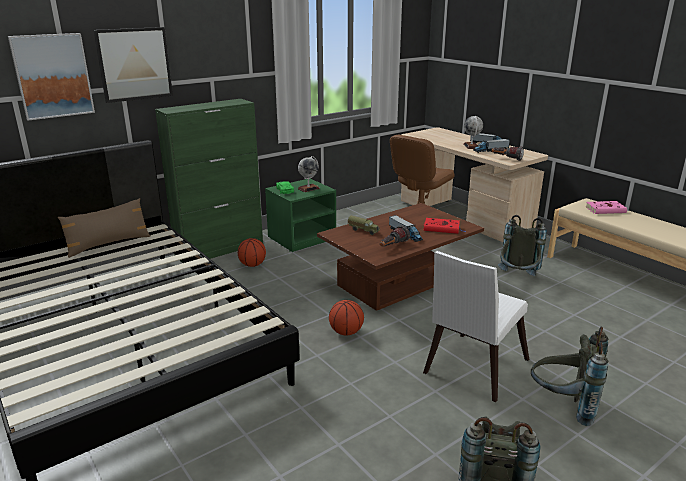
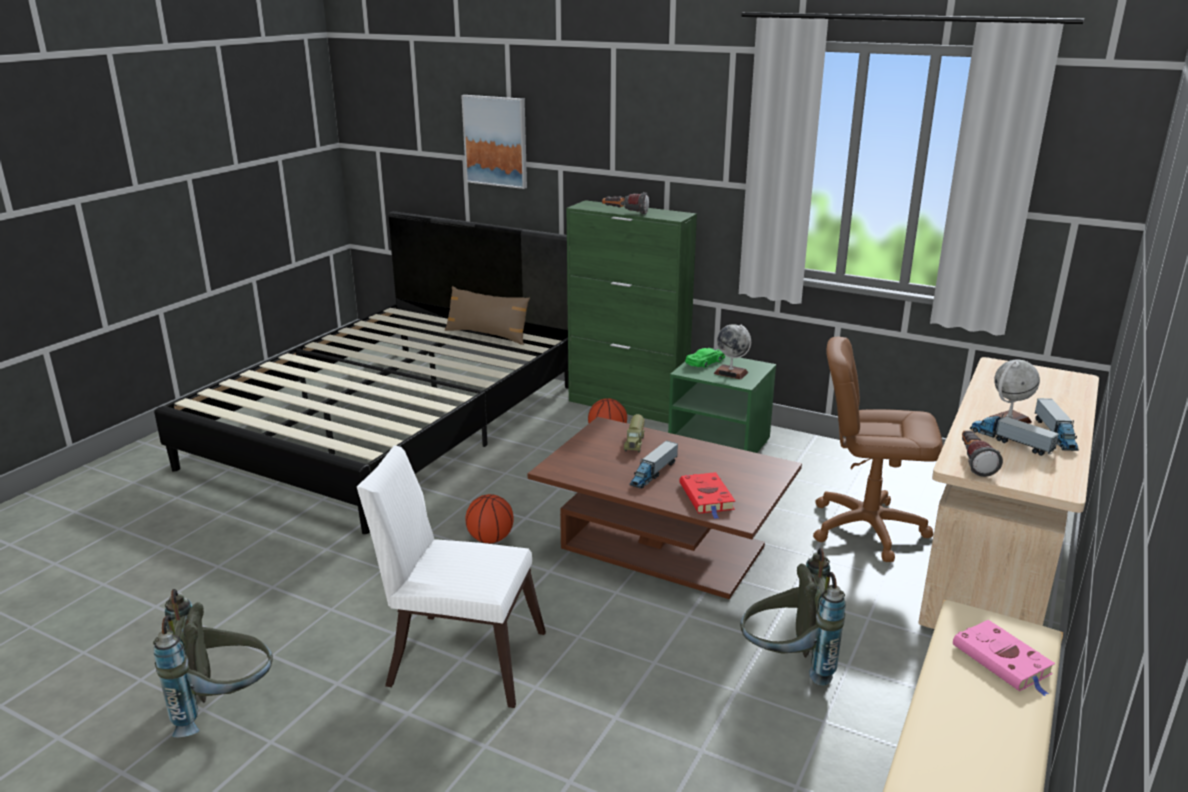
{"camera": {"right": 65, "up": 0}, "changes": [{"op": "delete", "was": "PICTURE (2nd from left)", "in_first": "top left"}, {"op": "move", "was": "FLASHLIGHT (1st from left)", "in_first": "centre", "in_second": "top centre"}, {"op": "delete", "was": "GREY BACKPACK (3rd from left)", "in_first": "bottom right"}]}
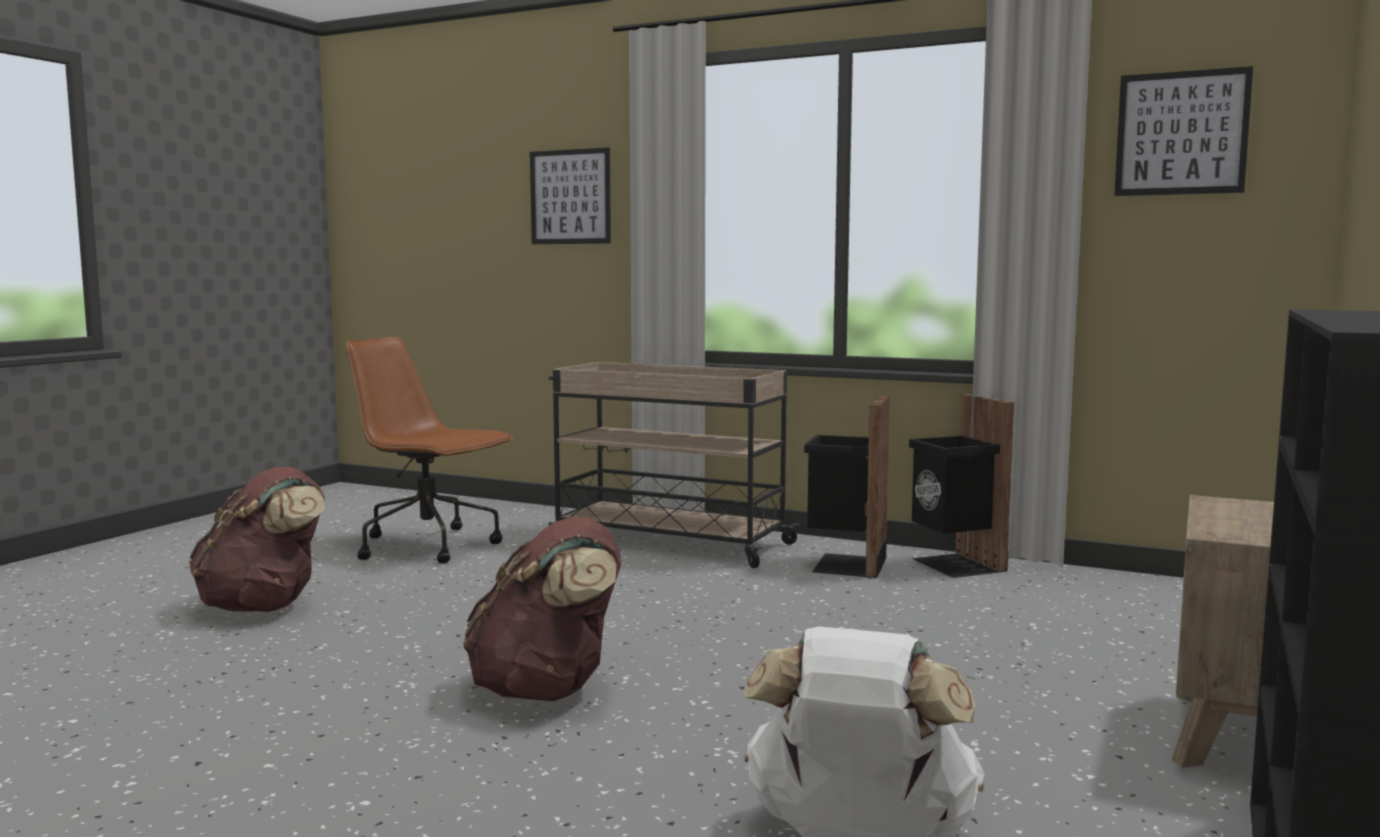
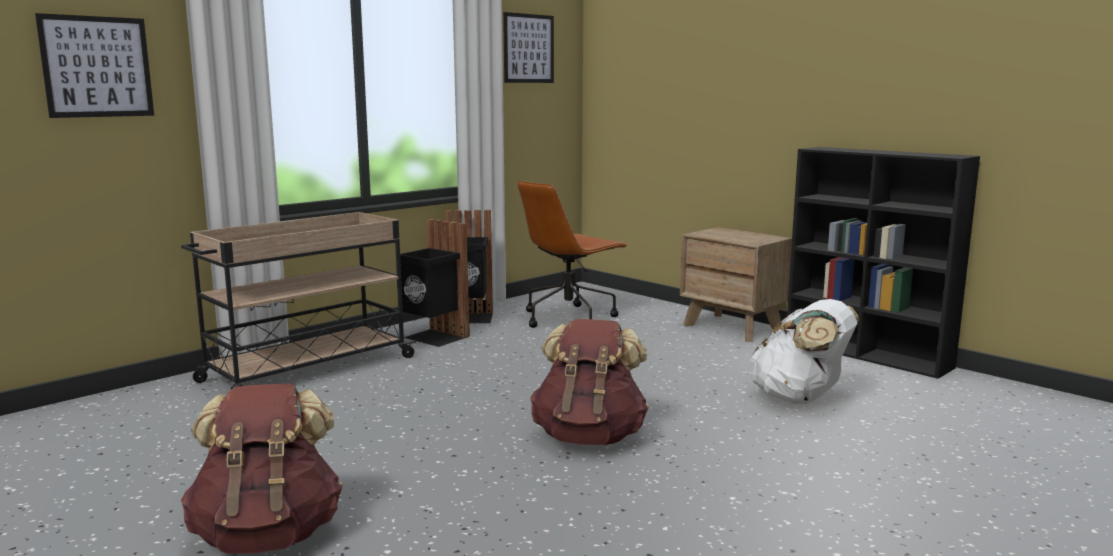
{"camera": {"right": -70, "up": 5}, "changes": [{"op": "move", "was": "BROWN OFFICE CHAIR", "in_first": "middle left", "in_second": "centre"}]}
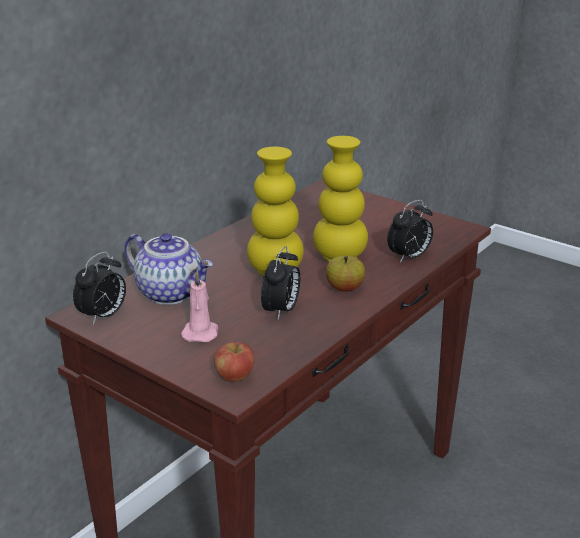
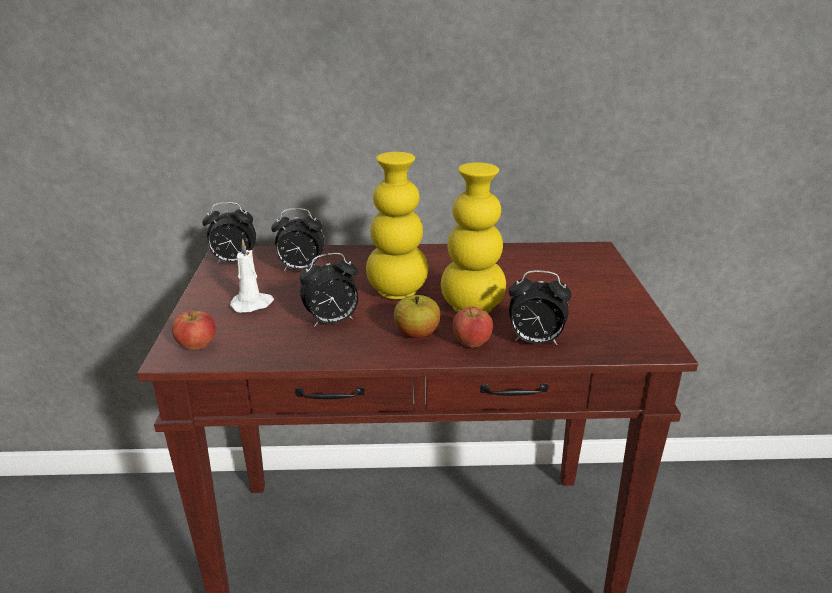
{"camera": {"right": 50, "up": 0}, "changes": [{"op": "replace", "was": "TEAPOT", "now": "ALARM CLOCK (2nd from left)", "in_first": "middle left", "in_second": "centre"}, {"op": "recolor", "was": "PINK CANDLE", "now": "WHITE CANDLE", "in_first": "centre", "in_second": "middle left"}, {"op": "insert", "now": "APPLE (3rd from left)", "in_second": "centre"}]}
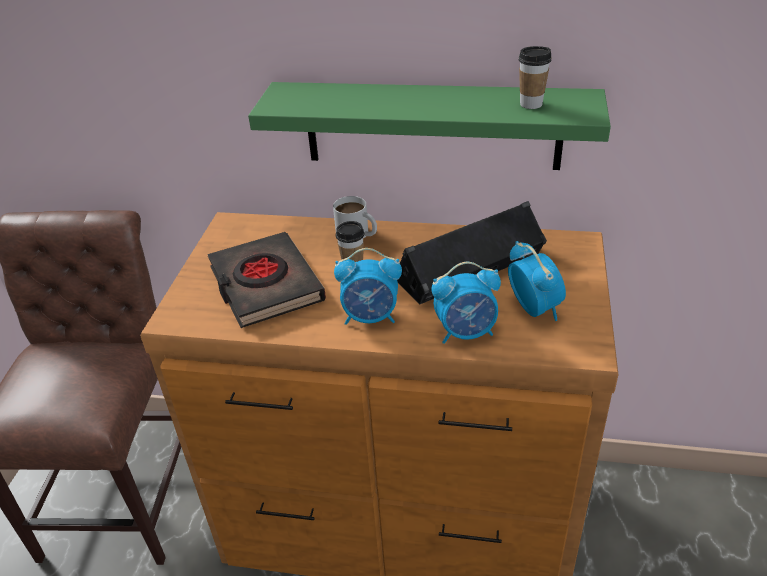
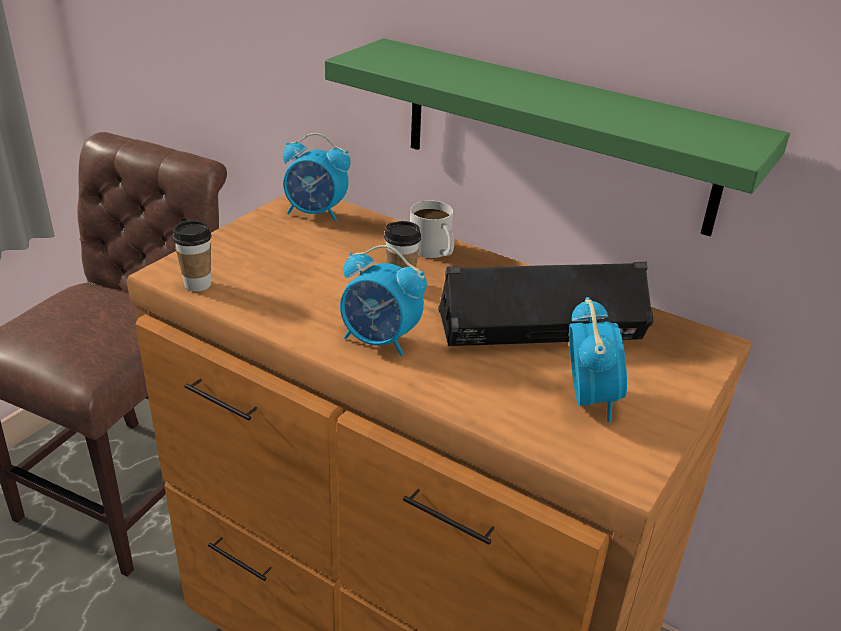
{"camera": {"right": 20, "up": -5}, "changes": [{"op": "move", "was": "CUP (2nd from left in the first image)", "now": "CUP (1st from left)", "in_first": "top right", "in_second": "middle left"}, {"op": "delete", "was": "BLACK BOOK", "in_first": "centre"}, {"op": "move", "was": "ALARM CLOCK (2nd from left in the first image)", "now": "ALARM CLOCK (1st from left)", "in_first": "centre", "in_second": "top centre"}]}
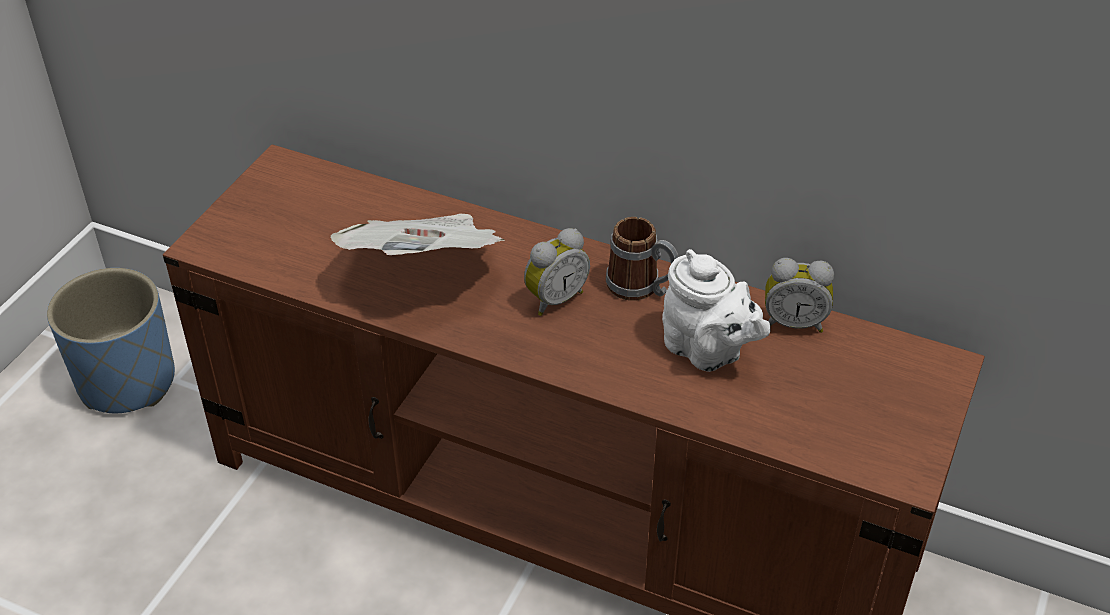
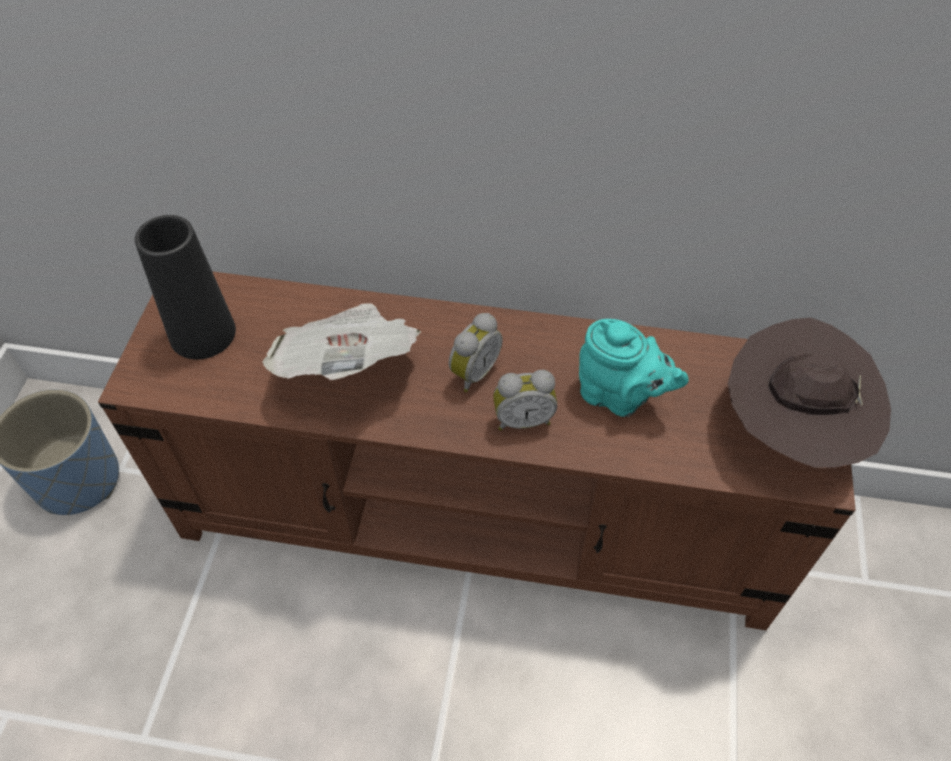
{"camera": {"right": -15, "up": 10}, "changes": [{"op": "delete", "was": "MUG", "in_first": "centre"}, {"op": "recolor", "was": "WHITE TEAPOT", "now": "TURQUOISE TEAPOT", "in_first": "centre", "in_second": "middle right"}, {"op": "move", "was": "ALARM CLOCK (2nd from left)", "in_first": "middle right", "in_second": "centre"}, {"op": "insert", "now": "BLACK VASE", "in_second": "middle left"}, {"op": "insert", "now": "BROWN HAT", "in_second": "middle right"}]}
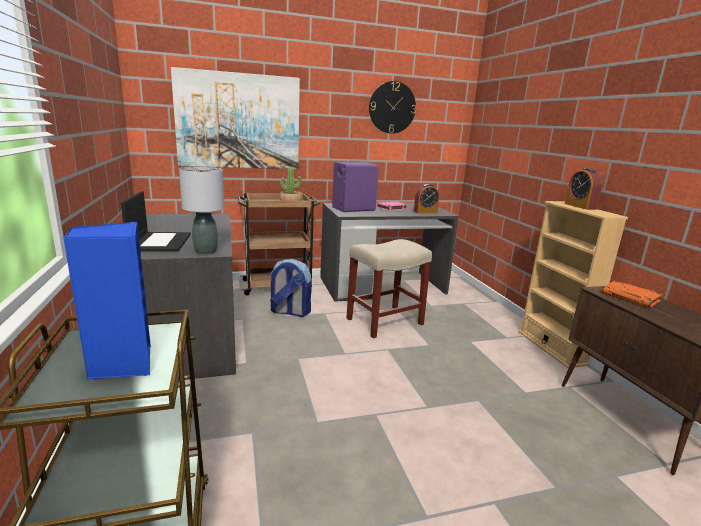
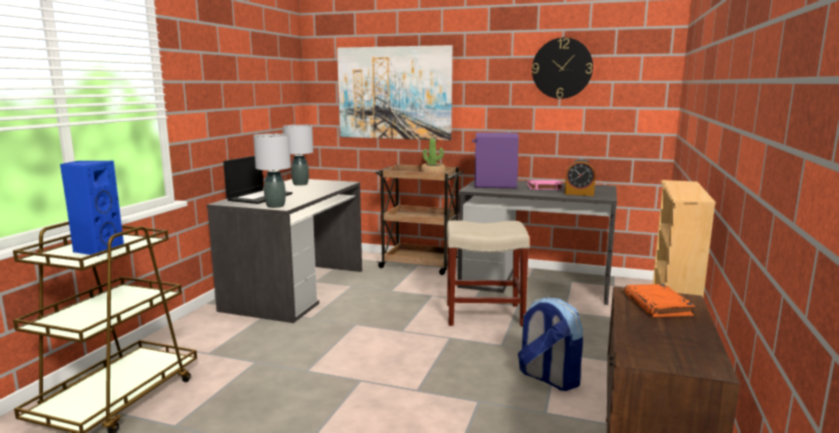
{"camera": {"right": 35, "up": -5}, "changes": [{"op": "delete", "was": "ALARM CLOCK (2nd from left)", "in_first": "middle right"}, {"op": "move", "was": "BACKPACK", "in_first": "centre", "in_second": "bottom centre"}, {"op": "insert", "now": "GREY TABLE LAMP (2nd from left)", "in_second": "centre"}]}
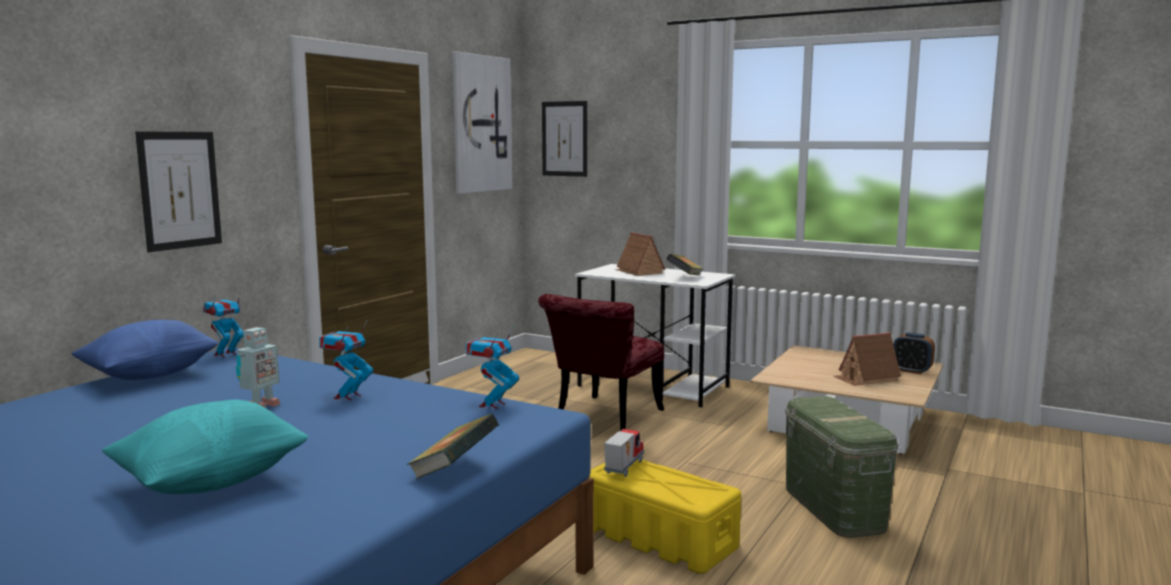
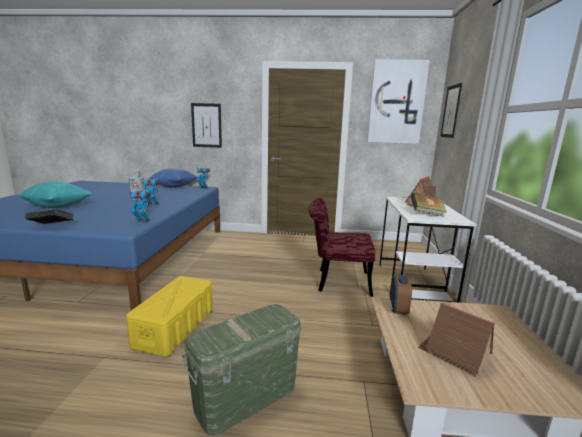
{"camera": {"right": 65, "up": 5}, "changes": [{"op": "move", "was": "ALARM CLOCK", "in_first": "middle right", "in_second": "bottom right"}, {"op": "delete", "was": "TOY TRUCK", "in_first": "bottom centre"}]}
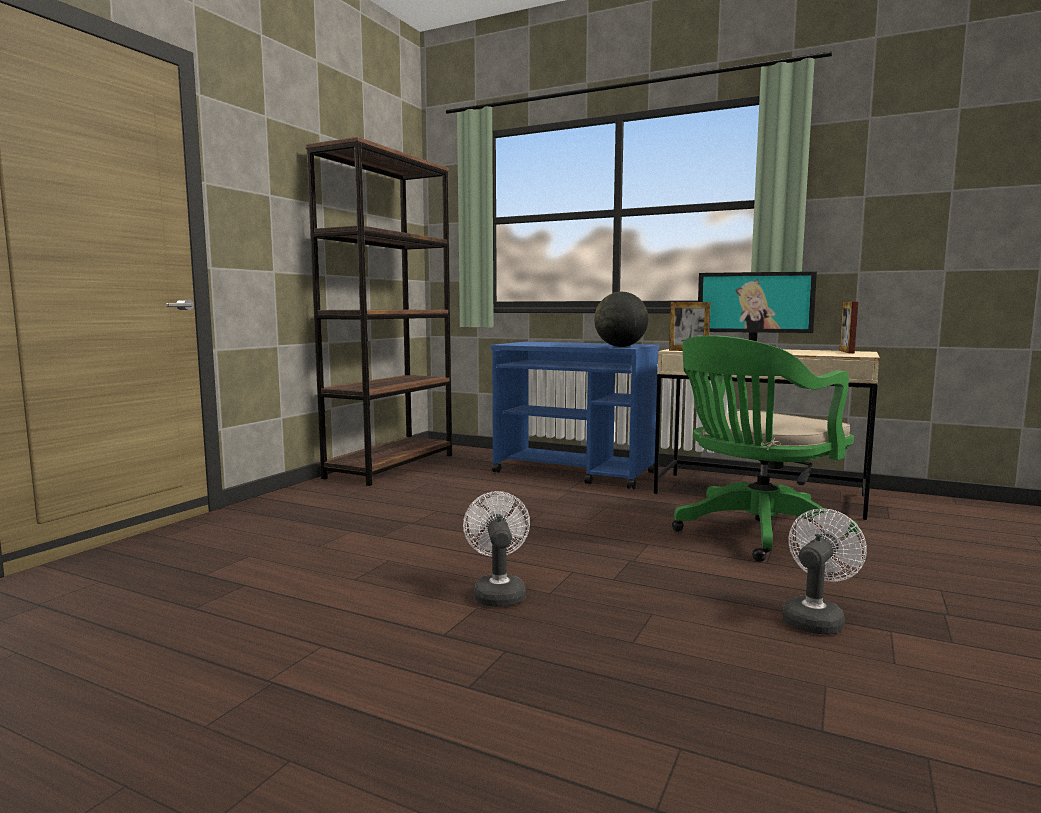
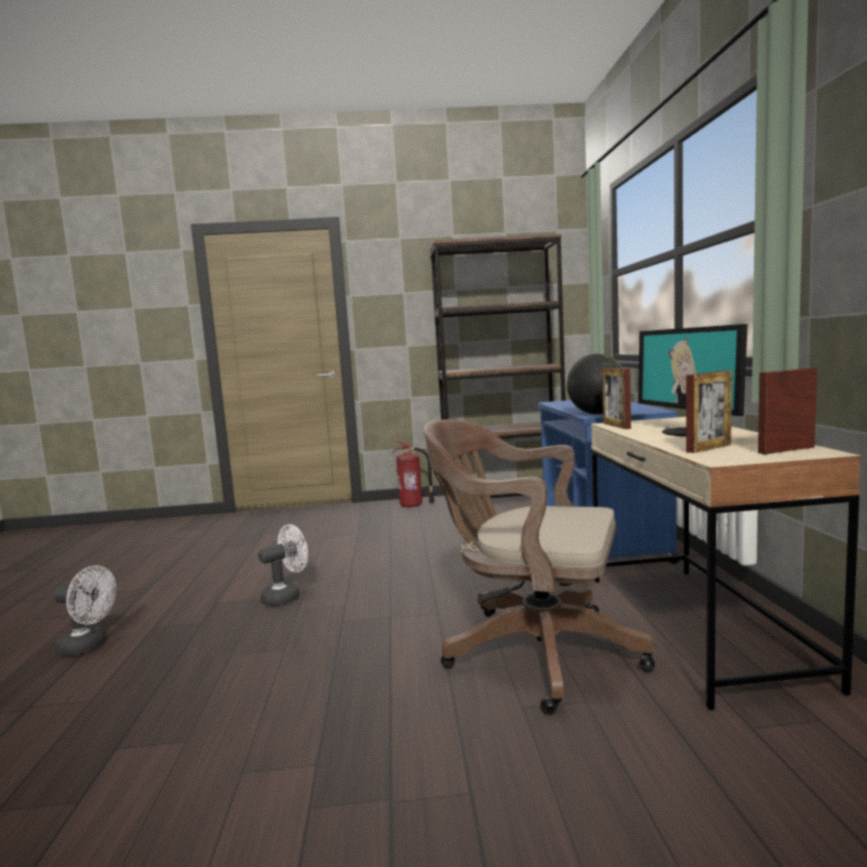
{"camera": {"right": 60, "up": 0}, "changes": [{"op": "recolor", "was": "GREEN OFFICE CHAIR", "now": "BROWN OFFICE CHAIR", "in_first": "middle right", "in_second": "centre"}, {"op": "move", "was": "WHITE FAN (2nd from left in the first image)", "now": "WHITE FAN (1st from left)", "in_first": "bottom right", "in_second": "bottom left"}, {"op": "insert", "now": "PICTURE FRAME (2nd from left)", "in_second": "middle right"}, {"op": "insert", "now": "FIRE EXTINGUISHER", "in_second": "centre"}]}
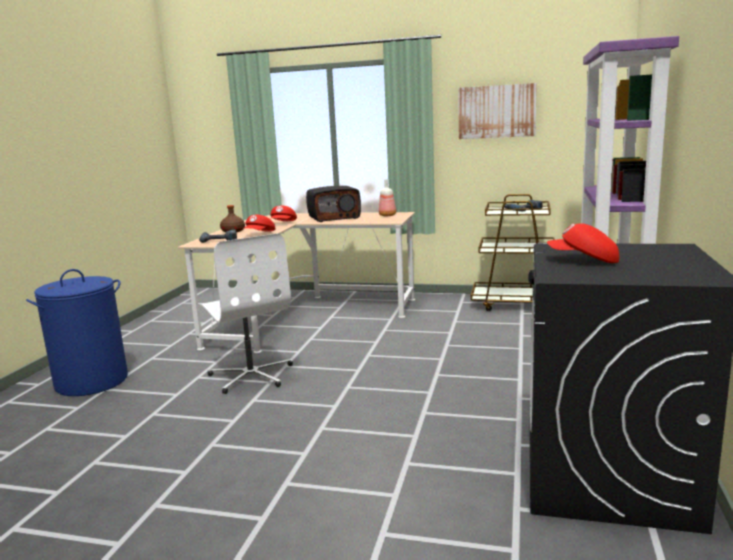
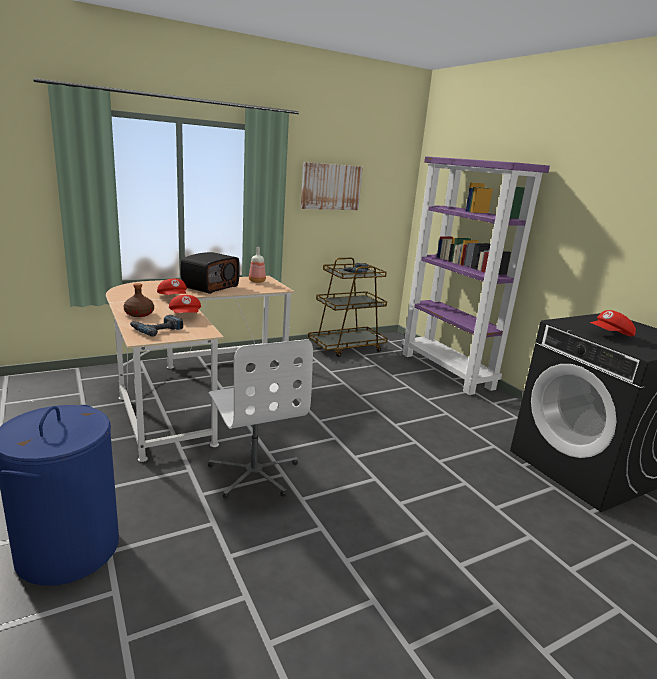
{"camera": {"right": -45, "up": 5}, "changes": [{"op": "rotate", "was": "WHITE OFFICE CHAIR", "in_first": "centre", "in_second": "centre", "clockwise": 45}]}
